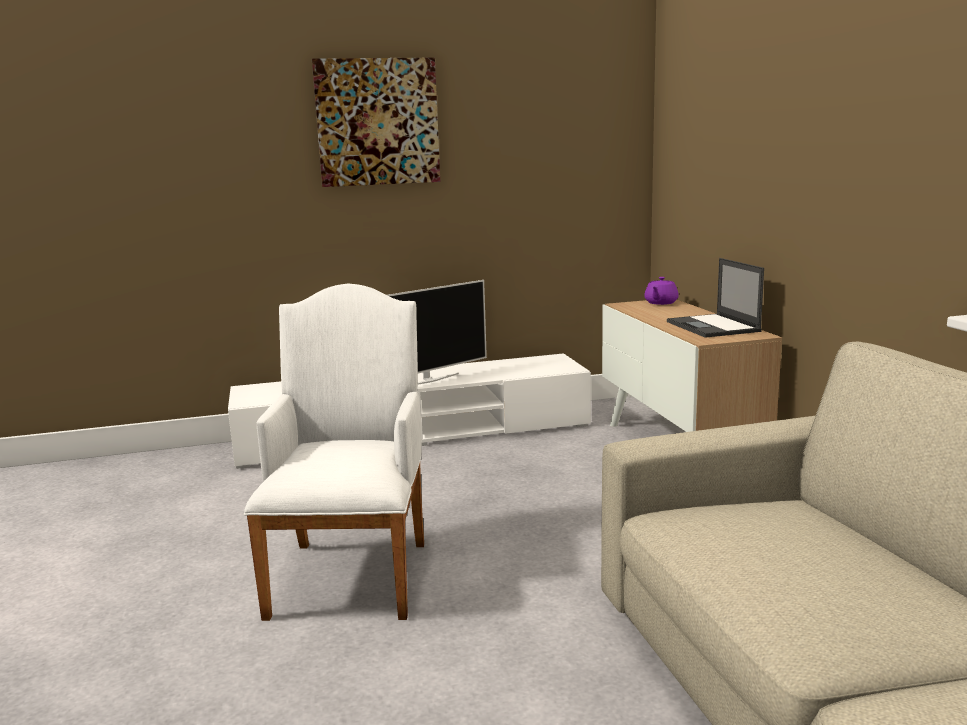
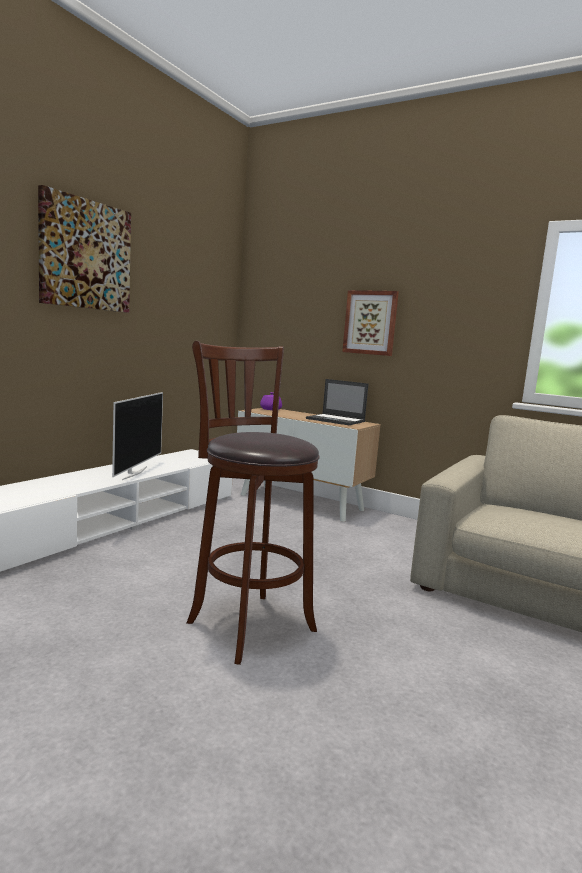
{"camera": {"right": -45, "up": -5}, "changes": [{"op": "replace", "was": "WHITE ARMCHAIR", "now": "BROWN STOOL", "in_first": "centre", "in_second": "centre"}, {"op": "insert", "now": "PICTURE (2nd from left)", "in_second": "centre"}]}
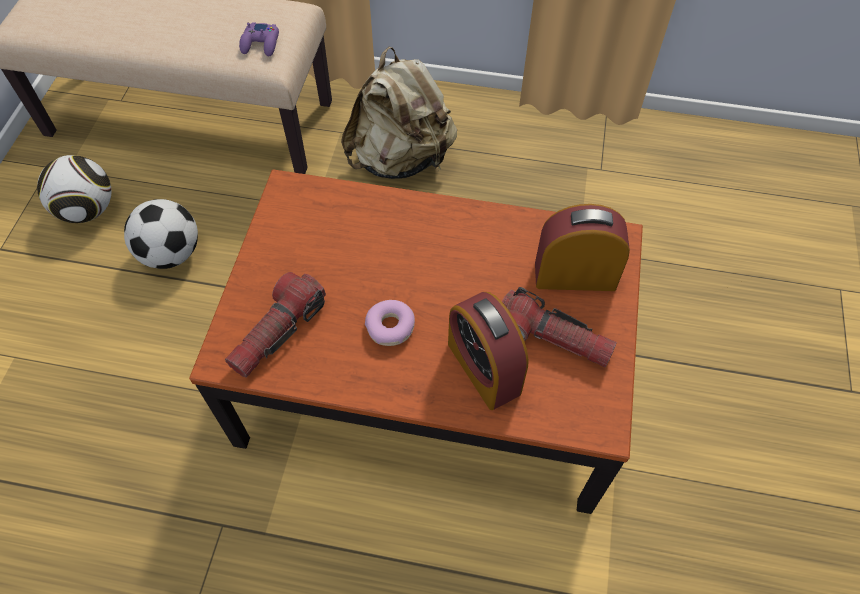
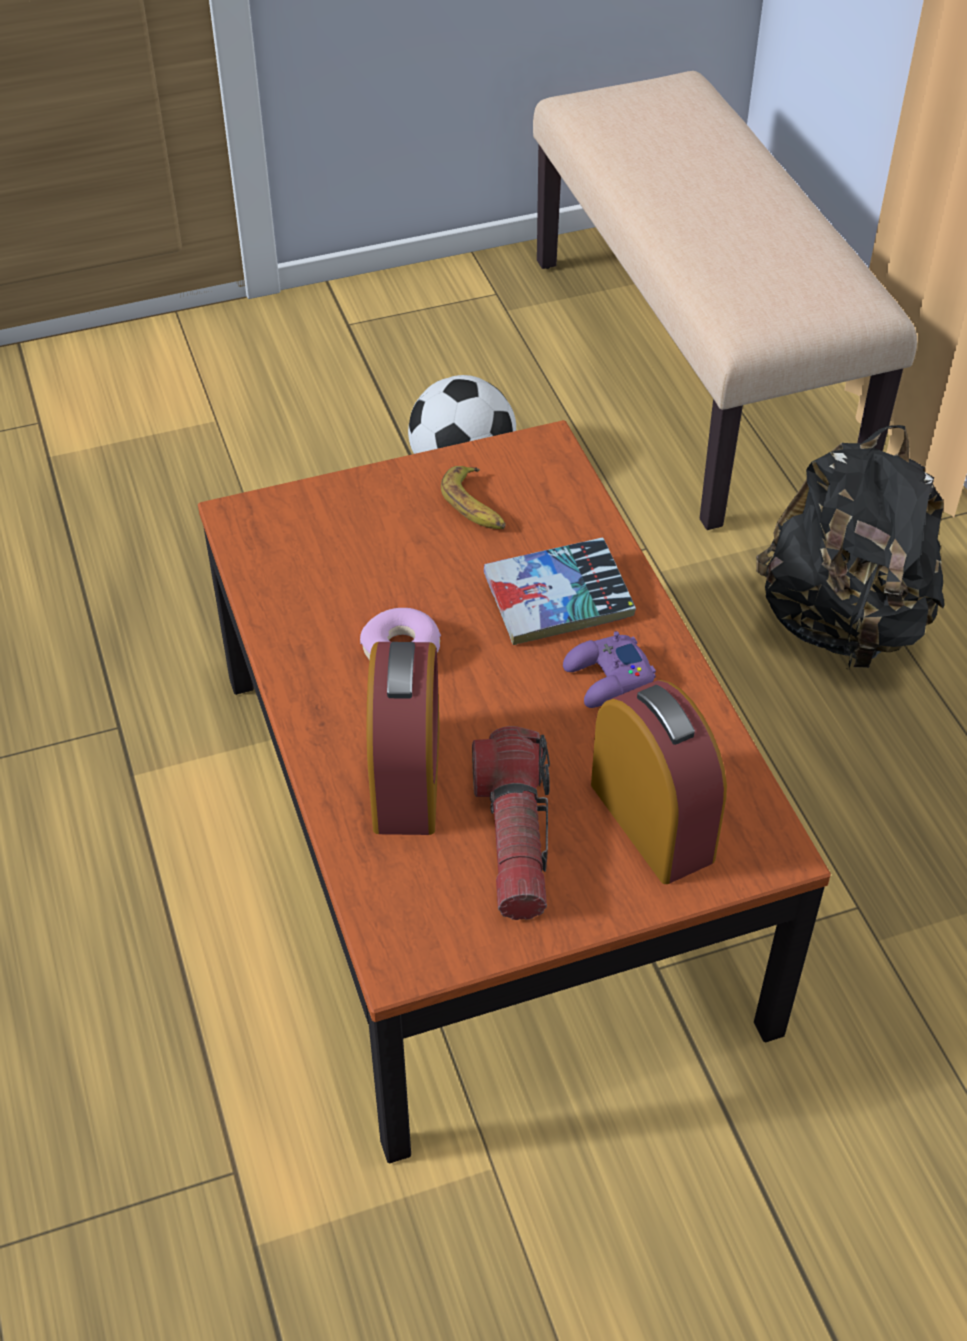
{"camera": {"right": 60, "up": -10}, "changes": [{"op": "move", "was": "PURPLE GAME CONTROLLER", "in_first": "top left", "in_second": "centre"}, {"op": "recolor", "was": "BEIGE BACKPACK", "now": "BLACK BACKPACK", "in_first": "top centre", "in_second": "middle right"}, {"op": "delete", "was": "FOOTBALL (1st from left)", "in_first": "top left"}, {"op": "delete", "was": "FLASHLIGHT (1st from left)", "in_first": "middle left"}, {"op": "rotate", "was": "ALARM CLOCK (1st from left)", "in_first": "centre", "in_second": "centre", "clockwise": 150}, {"op": "insert", "now": "BANANA", "in_second": "centre"}, {"op": "insert", "now": "BOOK", "in_second": "centre"}]}
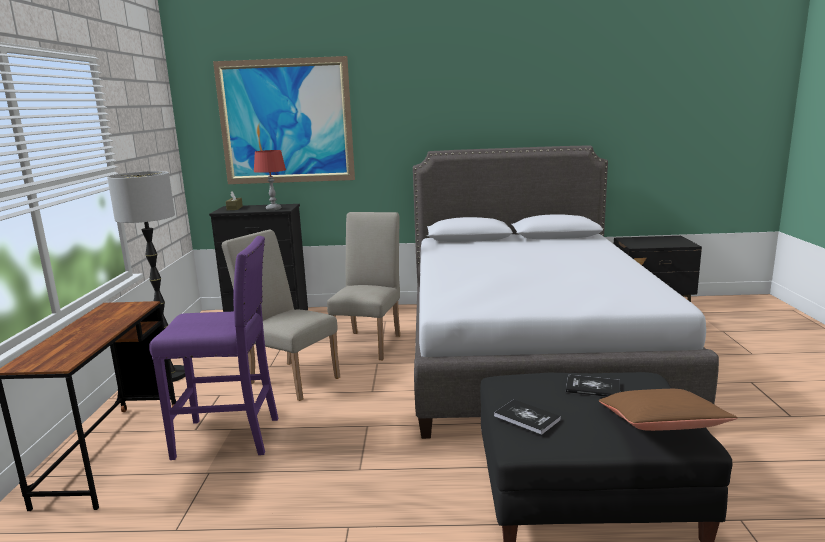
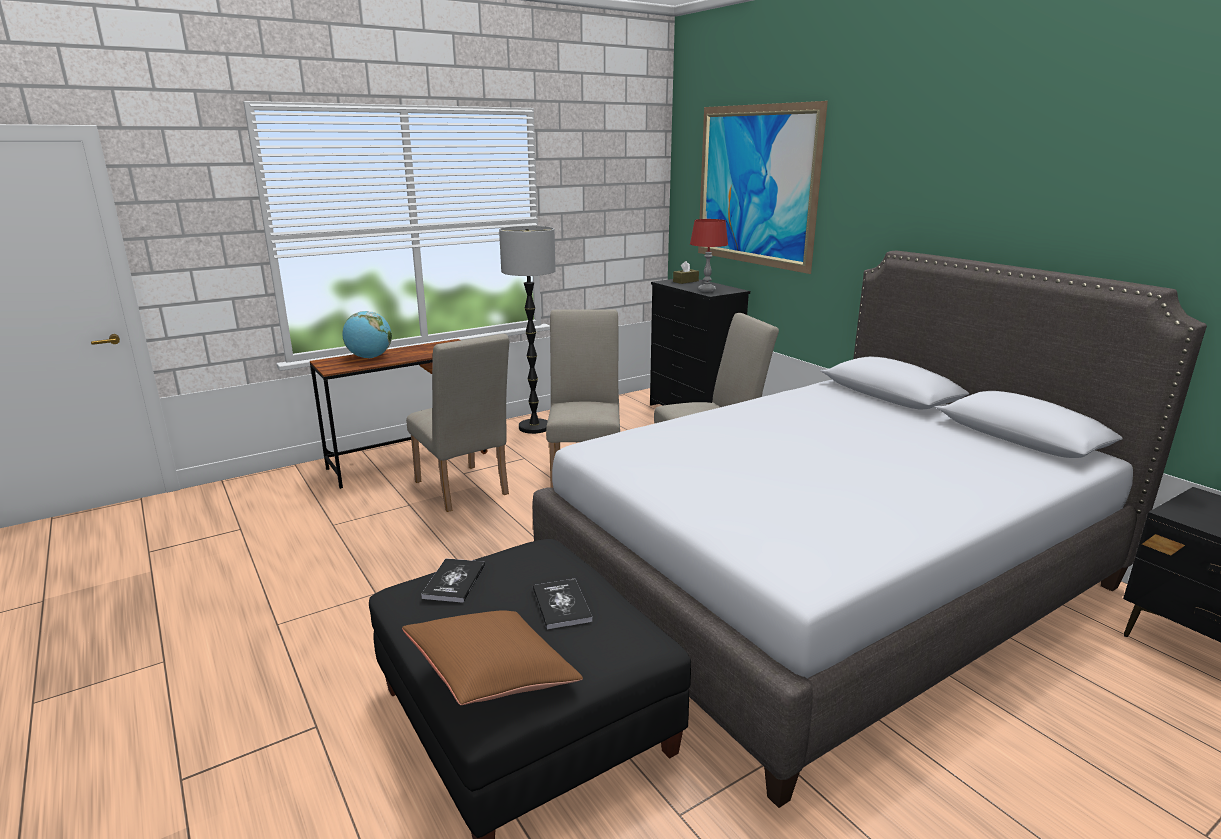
{"camera": {"right": 55, "up": 5}, "changes": [{"op": "replace", "was": "PURPLE STOOL", "now": "BEIGE CHAIR (1st from left)", "in_first": "middle left", "in_second": "centre"}, {"op": "insert", "now": "GLOBE", "in_second": "middle left"}]}
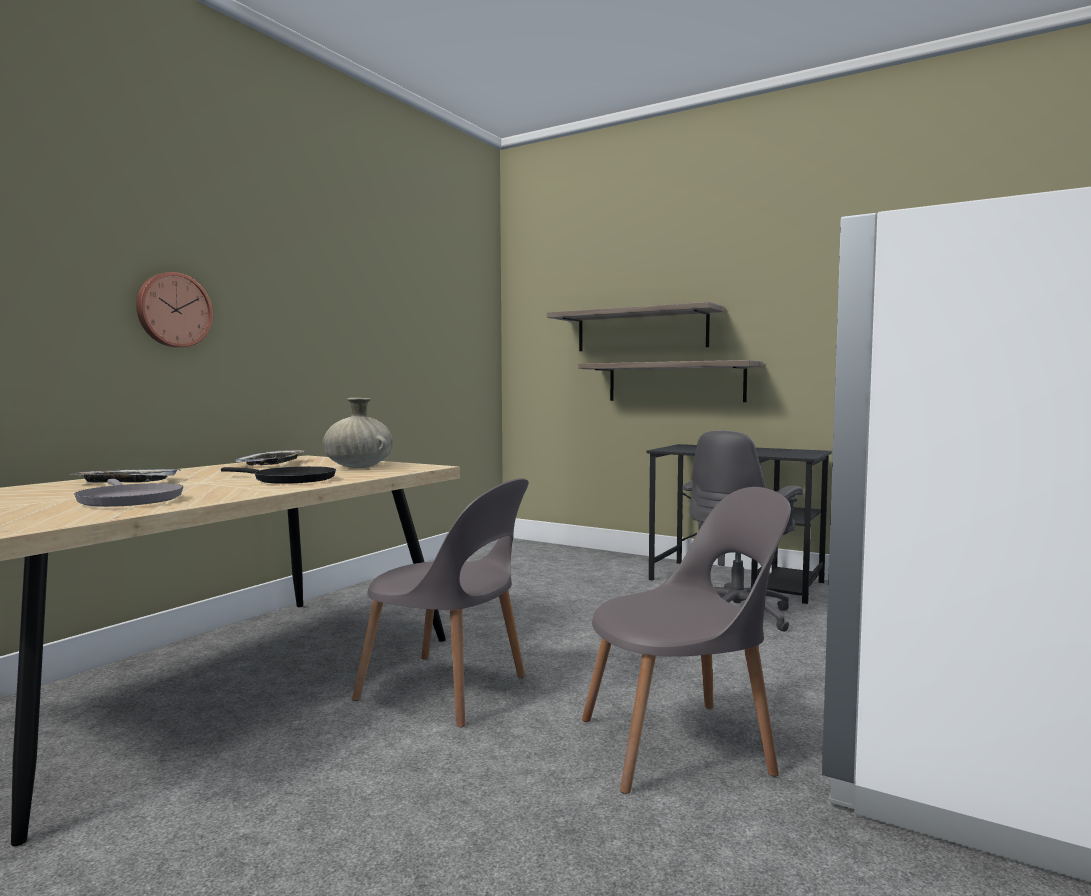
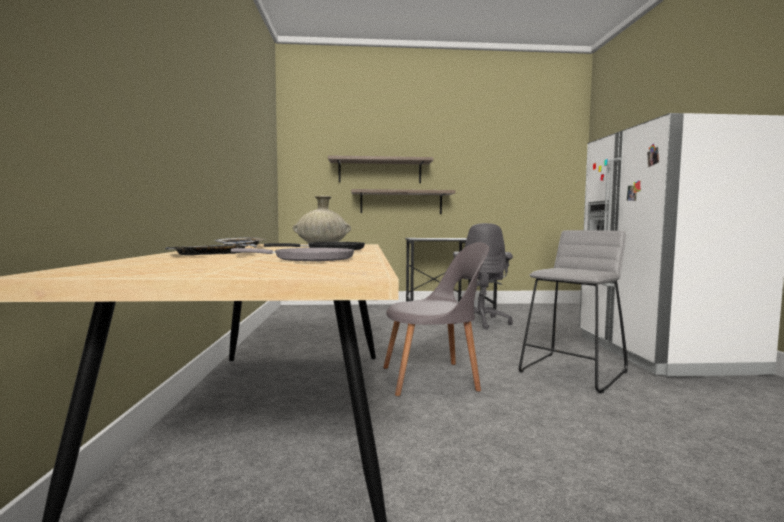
{"camera": {"right": -35, "up": 0}, "changes": [{"op": "delete", "was": "WALL CLOCK", "in_first": "middle left"}, {"op": "replace", "was": "GREY CHAIR (2nd from left)", "now": "GREY STOOL", "in_first": "bottom centre", "in_second": "middle right"}]}
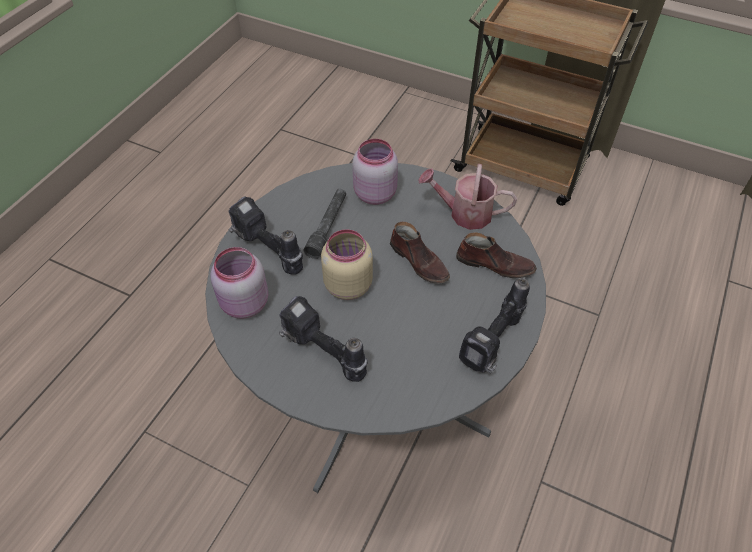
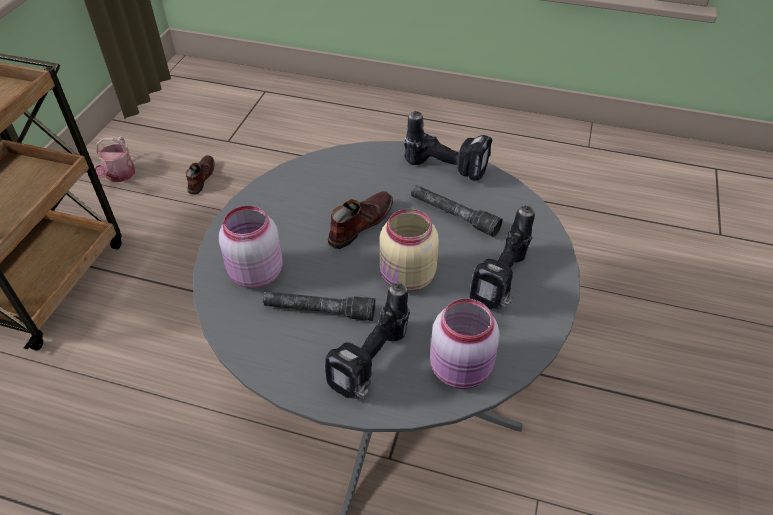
{"camera": {"right": -100, "up": -5}, "changes": [{"op": "move", "was": "WATERING CAN", "in_first": "centre", "in_second": "top left"}, {"op": "move", "was": "BROWN SHOE (2nd from left in the first image)", "now": "BROWN SHOE (1st from left)", "in_first": "centre", "in_second": "middle left"}, {"op": "insert", "now": "GREY FLASHLIGHT (2nd from left)", "in_second": "centre"}]}
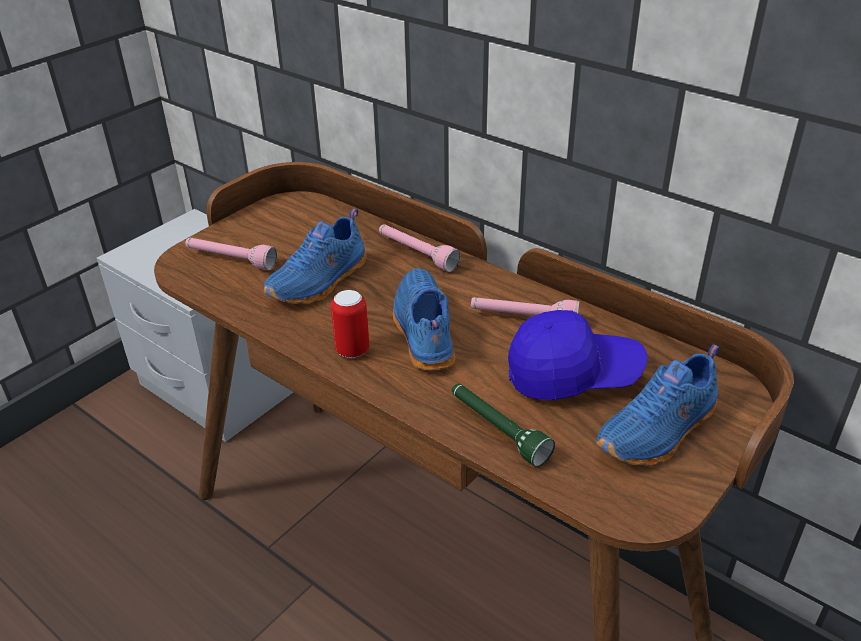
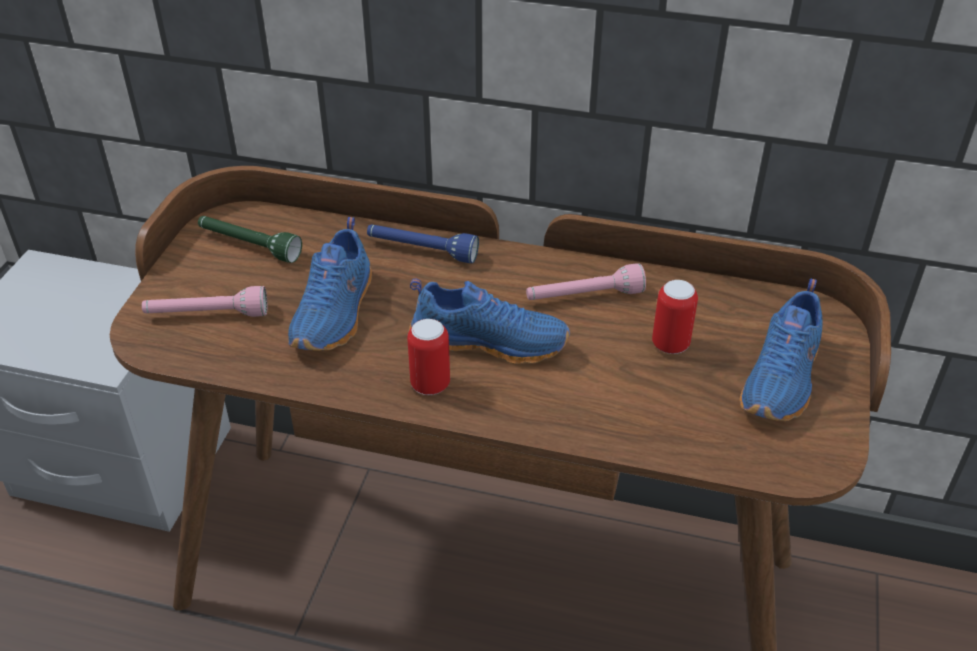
{"camera": {"right": -25, "up": 5}, "changes": [{"op": "recolor", "was": "PINK FLASHLIGHT (2nd from left)", "now": "BLUE FLASHLIGHT", "in_first": "centre", "in_second": "centre"}, {"op": "rotate", "was": "BLUE SHOE (2nd from left)", "in_first": "centre", "in_second": "centre", "clockwise": 135}, {"op": "replace", "was": "BLUE CAP", "now": "CAN (2nd from left)", "in_first": "middle right", "in_second": "middle right"}, {"op": "move", "was": "GREEN FLASHLIGHT", "in_first": "centre", "in_second": "middle left"}]}
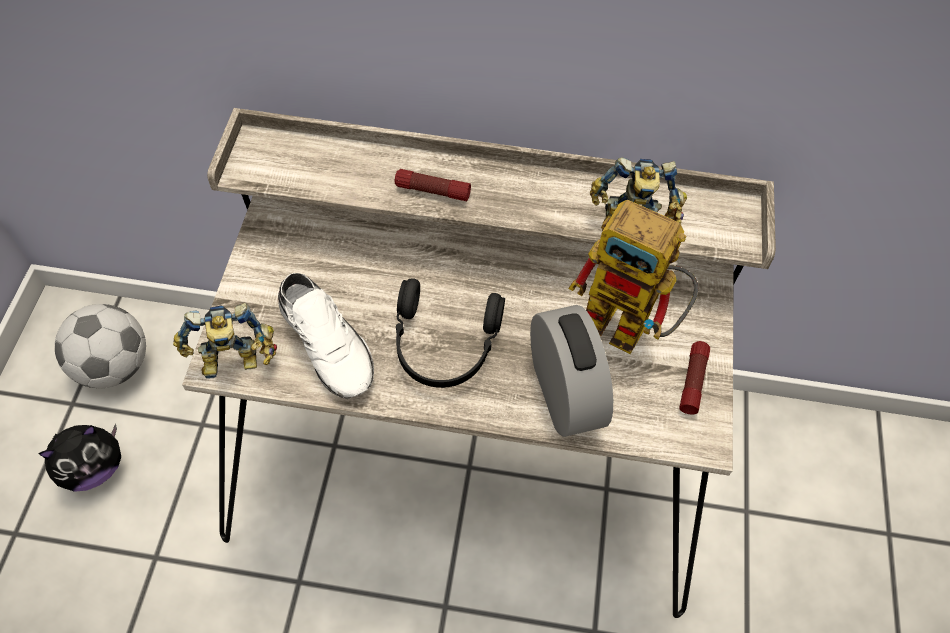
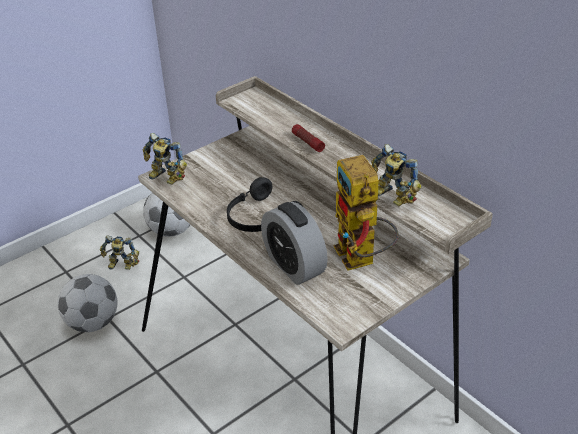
{"camera": {"right": 45, "up": -20}, "changes": [{"op": "delete", "was": "WHITE SHOE", "in_first": "centre"}, {"op": "rotate", "was": "ALARM CLOCK", "in_first": "centre", "in_second": "centre", "clockwise": 120}, {"op": "delete", "was": "FLASHLIGHT (2nd from left)", "in_first": "middle right"}, {"op": "replace", "was": "PLUSH TOY", "now": "TOY ROBOT (1st from left)", "in_first": "bottom left", "in_second": "middle left"}, {"op": "insert", "now": "FOOTBALL (1st from left)", "in_second": "bottom left"}]}
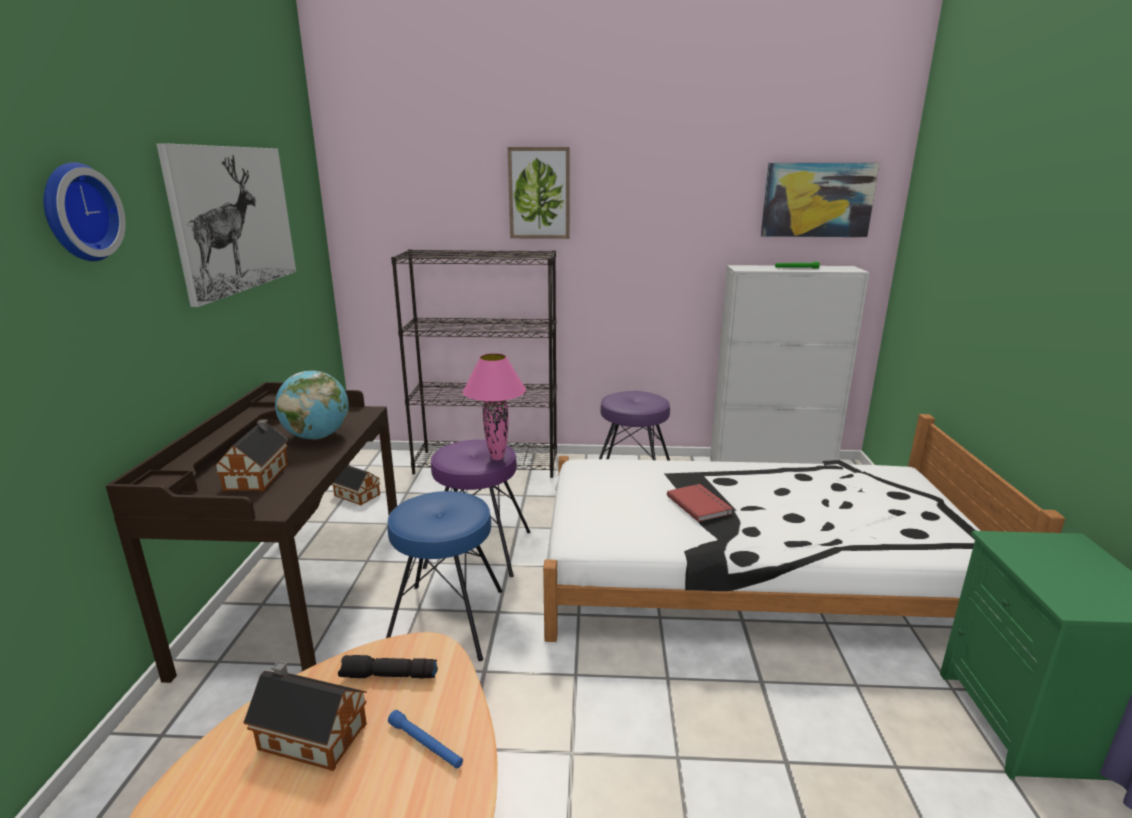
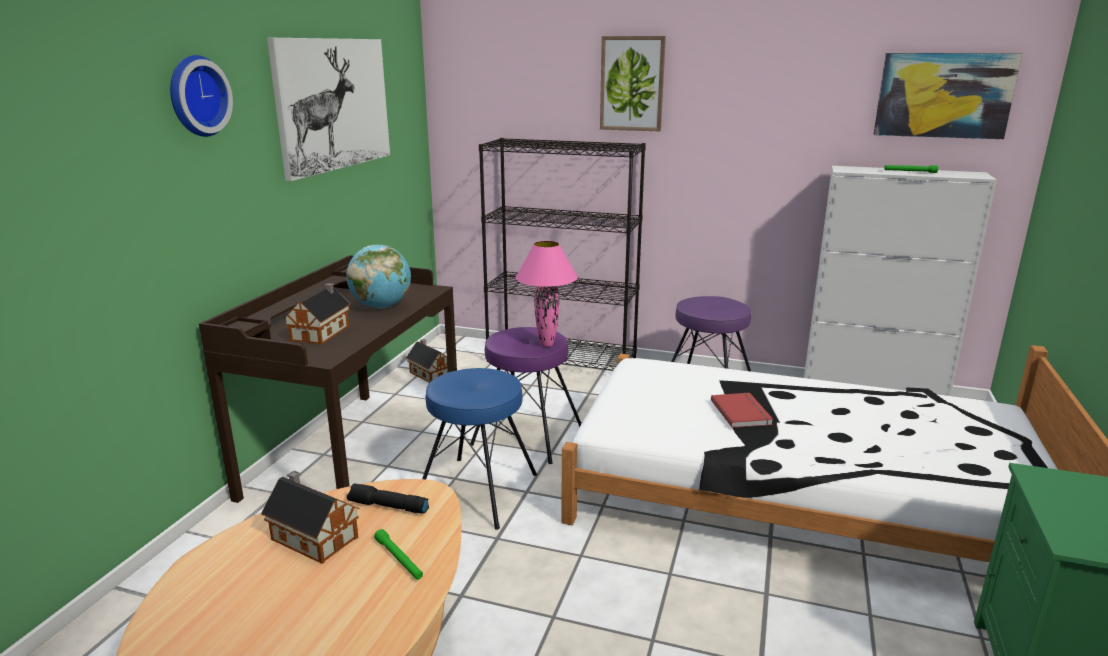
{"camera": {"right": 15, "up": 0}, "changes": [{"op": "recolor", "was": "BLUE FLASHLIGHT", "now": "GREEN FLASHLIGHT (1st from left)", "in_first": "bottom centre", "in_second": "bottom centre"}]}
